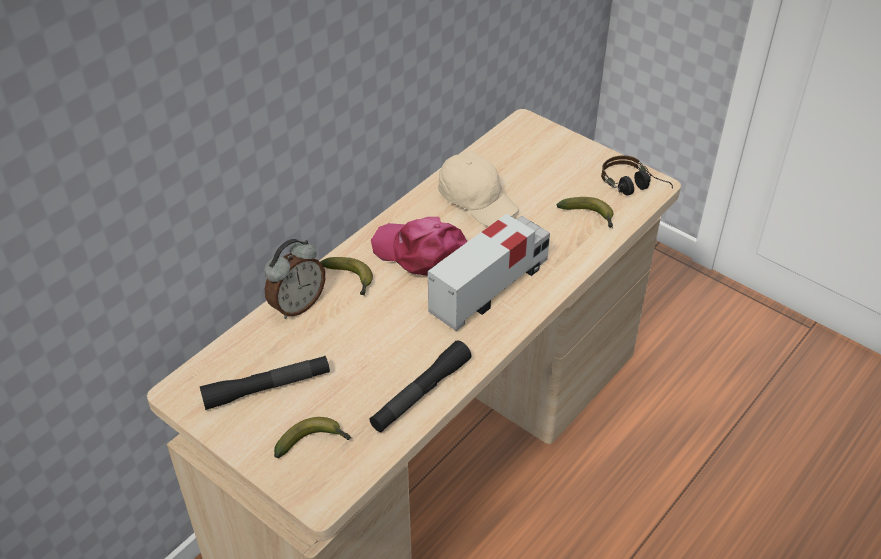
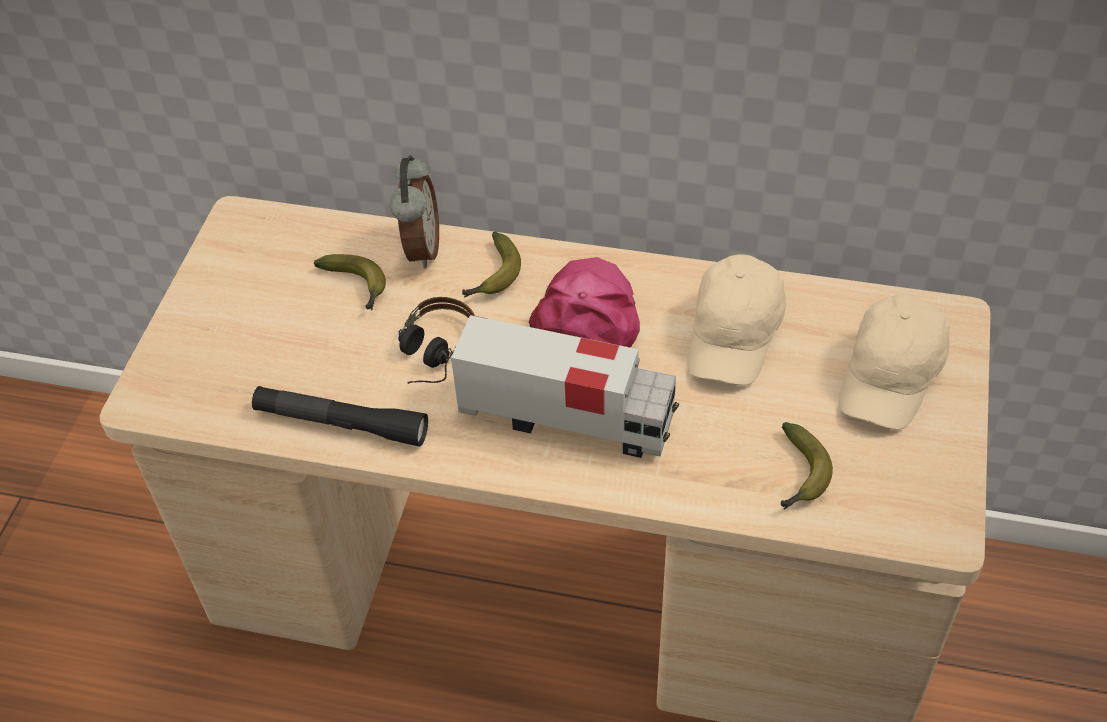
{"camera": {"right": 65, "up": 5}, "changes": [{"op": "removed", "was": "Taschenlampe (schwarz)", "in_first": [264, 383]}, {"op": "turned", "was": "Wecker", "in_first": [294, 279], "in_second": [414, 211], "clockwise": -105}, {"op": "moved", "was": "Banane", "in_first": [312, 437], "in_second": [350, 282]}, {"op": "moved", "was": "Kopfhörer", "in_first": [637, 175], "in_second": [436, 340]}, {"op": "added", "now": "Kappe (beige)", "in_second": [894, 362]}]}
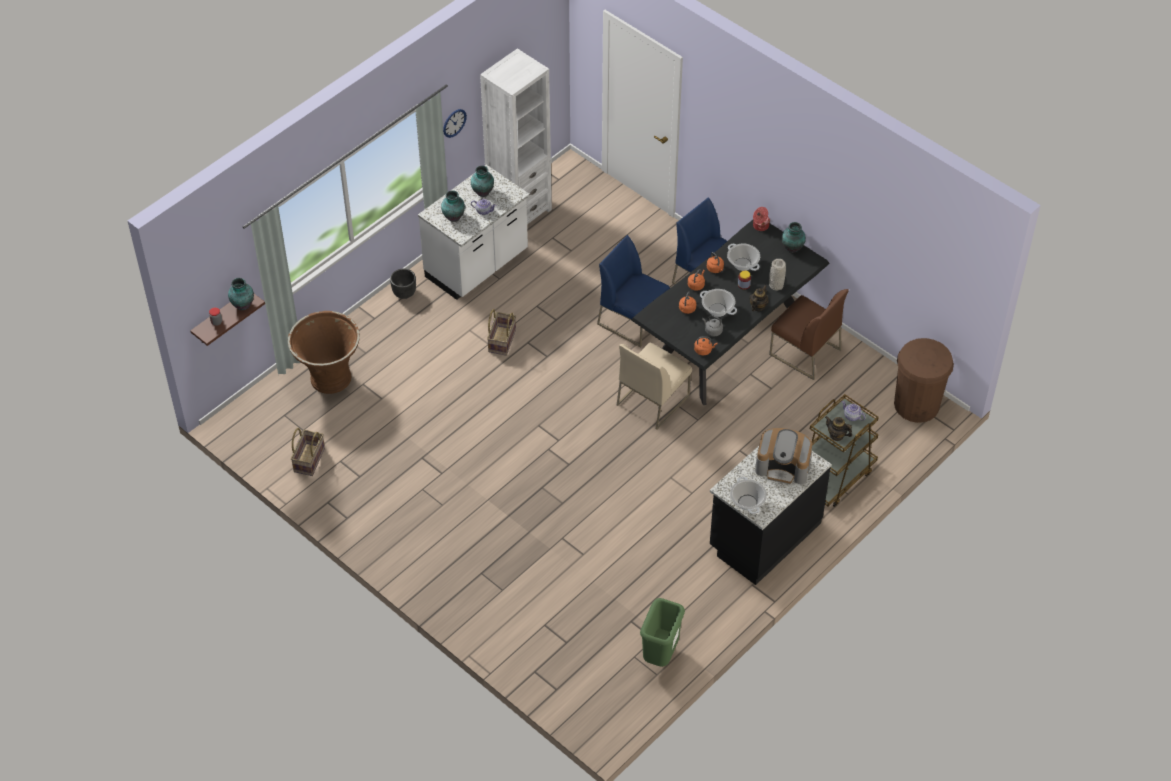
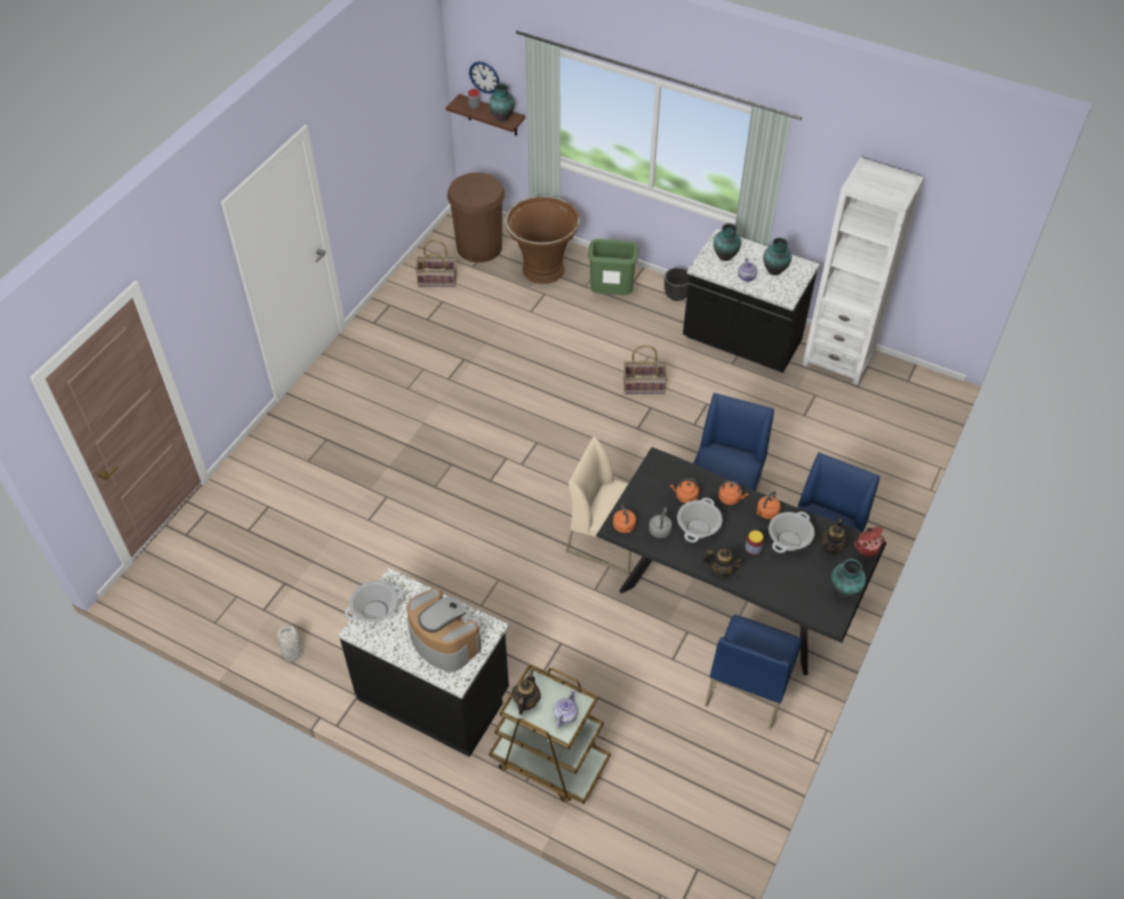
{"camera": {"right": 75, "up": 0}, "changes": [{"op": "recoloured", "was": "Küchenzeile (weiß)", "now": "Küchenzeile (schwarz)", "in_first": [474, 232], "in_second": [751, 301]}, {"op": "moved", "was": "Wanduhr", "in_first": [455, 123], "in_second": [484, 78]}, {"op": "moved", "was": "Mülleimer (grün)", "in_first": [662, 632], "in_second": [613, 267]}, {"op": "turned", "was": "Kaffeemaschine", "in_first": [783, 456], "in_second": [444, 630], "clockwise": 135}, {"op": "moved", "was": "Vase (grau)", "in_first": [777, 274], "in_second": [289, 643]}, {"op": "recoloured", "was": "Stuhl (braun)", "now": "Stuhl (blau)", "in_first": [809, 334], "in_second": [753, 672]}, {"op": "moved", "was": "Mülleimer (braun)", "in_first": [924, 380], "in_second": [476, 217]}, {"op": "added", "now": "Teekanne", "in_second": [834, 536]}]}
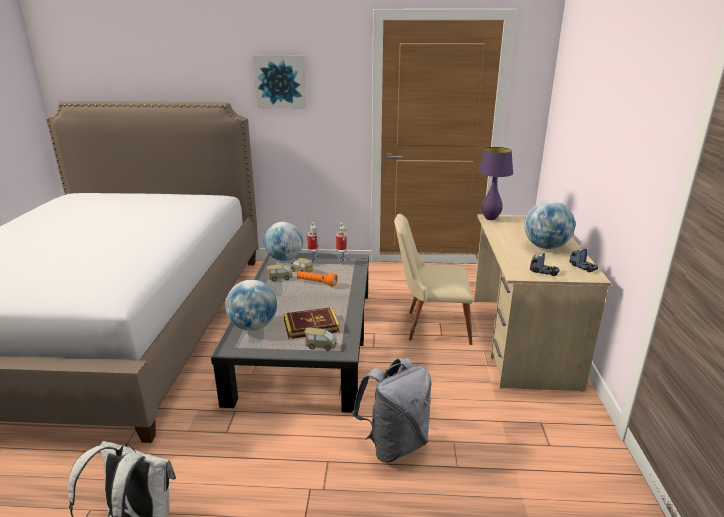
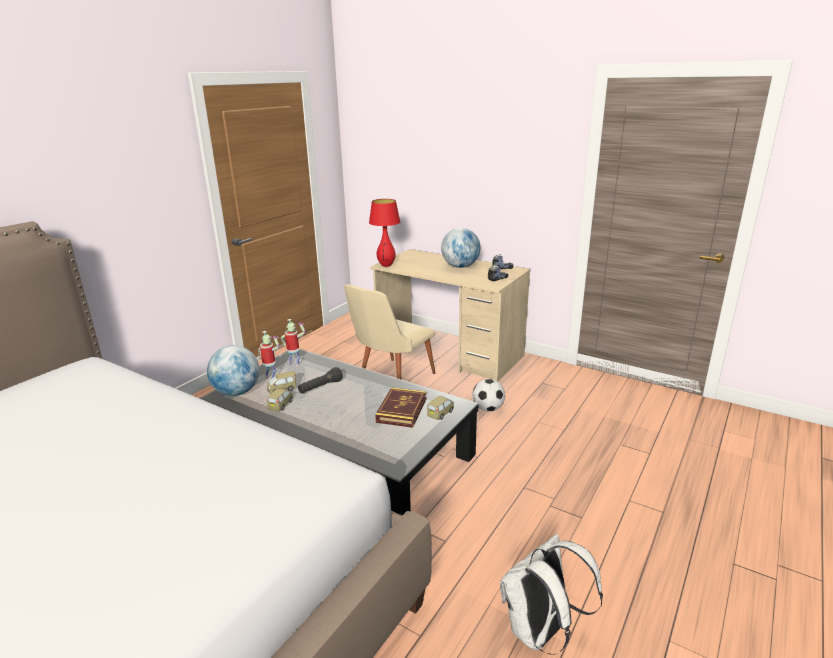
{"camera": {"right": -60, "up": 0}, "changes": [{"op": "removed", "was": "Globus", "in_first": [251, 305]}, {"op": "removed", "was": "Bild", "in_first": [280, 81]}, {"op": "recoloured", "was": "Taschenlampe (orange)", "now": "Taschenlampe (schwarz)", "in_first": [317, 279], "in_second": [320, 380]}, {"op": "removed", "was": "Rucksack (grau)", "in_first": [391, 410]}, {"op": "recoloured", "was": "Tischlampe (lila)", "now": "Tischlampe (rot)", "in_first": [495, 183], "in_second": [384, 233]}, {"op": "added", "now": "Fußball", "in_second": [489, 395]}]}
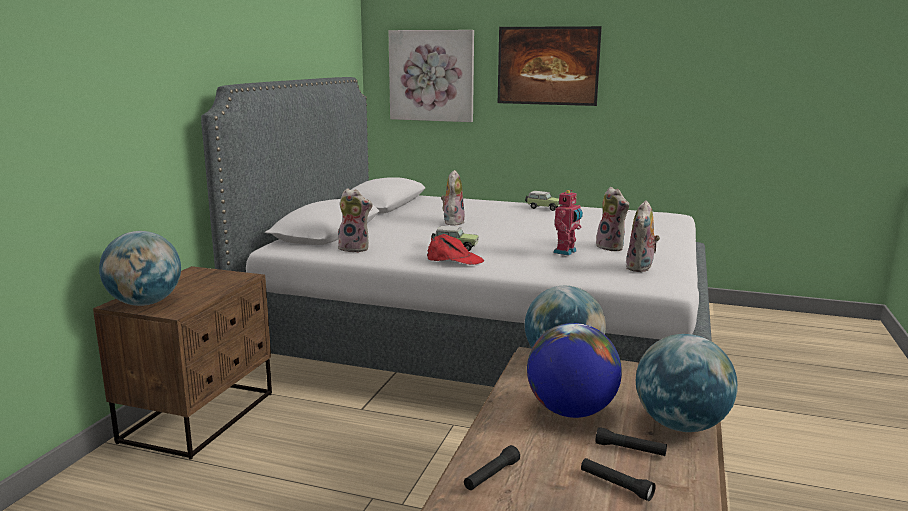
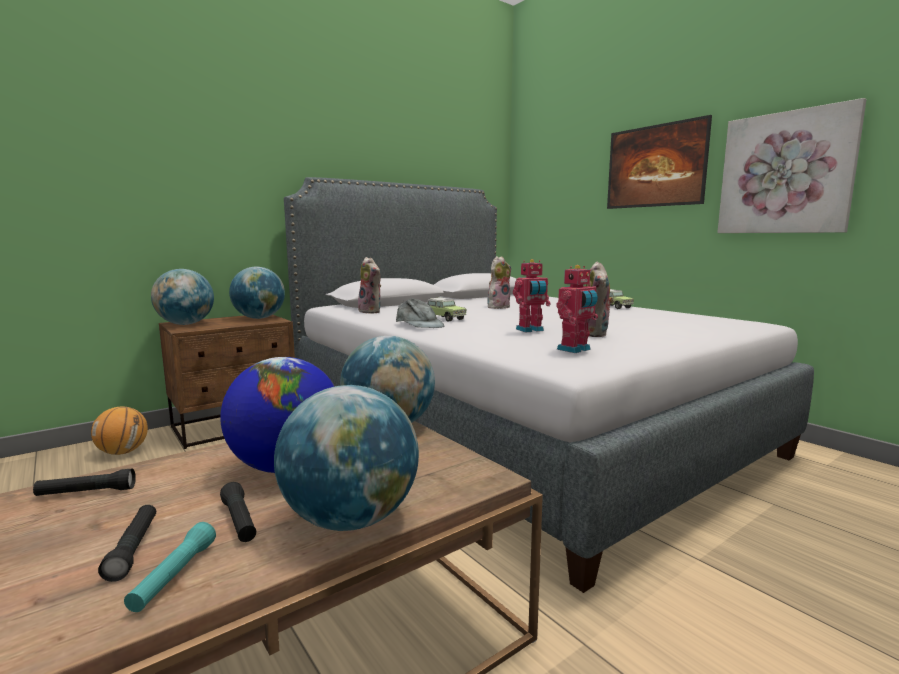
{"camera": {"right": 35, "up": -5}, "changes": [{"op": "moved", "was": "Bild", "in_first": [431, 76], "in_second": [792, 165]}, {"op": "recoloured", "was": "Kappe (rot)", "now": "Kappe (grau)", "in_first": [455, 249], "in_second": [420, 313]}, {"op": "replaced", "was": "Plüschtier", "now": "Spielzeugroboter", "in_first": [643, 236], "in_second": [577, 309]}, {"op": "added", "now": "Basketball", "in_second": [119, 430]}, {"op": "added", "now": "Taschenlampe (türkis)", "in_second": [170, 567]}, {"op": "added", "now": "Globus", "in_second": [257, 293]}]}
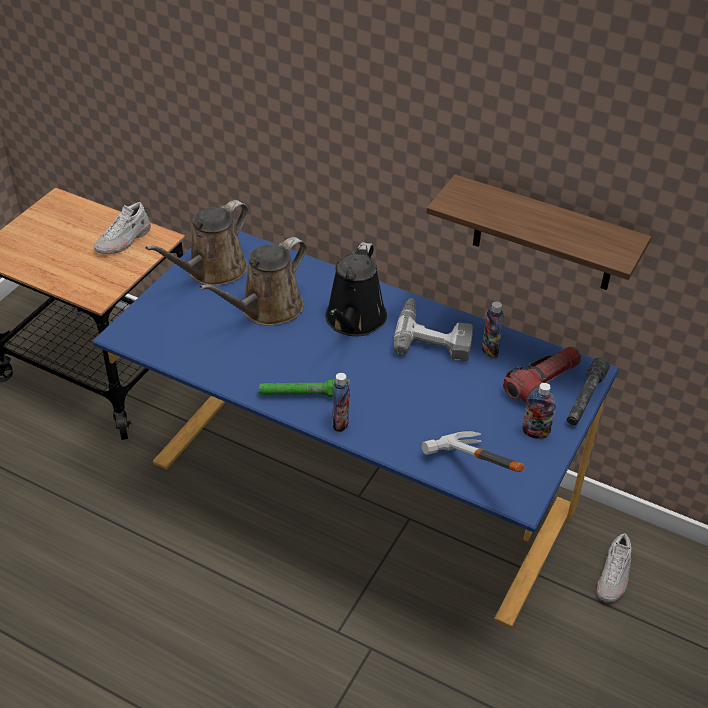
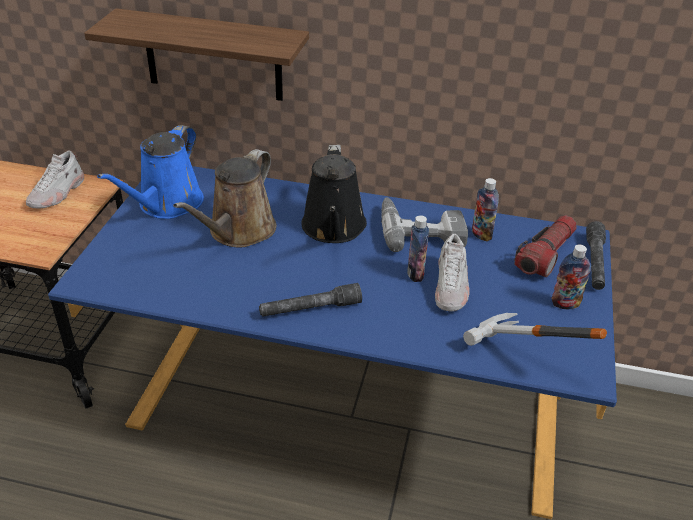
{"camera": {"right": -15, "up": -5}, "changes": [{"op": "recoloured", "was": "Gießkanne (braun)", "now": "Gießkanne (blau)", "in_first": [197, 243], "in_second": [150, 172]}, {"op": "recoloured", "was": "Taschenlampe (grün)", "now": "Taschenlampe (grau)", "in_first": [304, 388], "in_second": [310, 300]}, {"op": "moved", "was": "Flasche", "in_first": [340, 402], "in_second": [418, 248]}, {"op": "moved", "was": "Wandregal", "in_first": [538, 232], "in_second": [196, 54]}, {"op": "moved", "was": "Schuh (weiß)", "in_first": [614, 567], "in_second": [452, 272]}]}
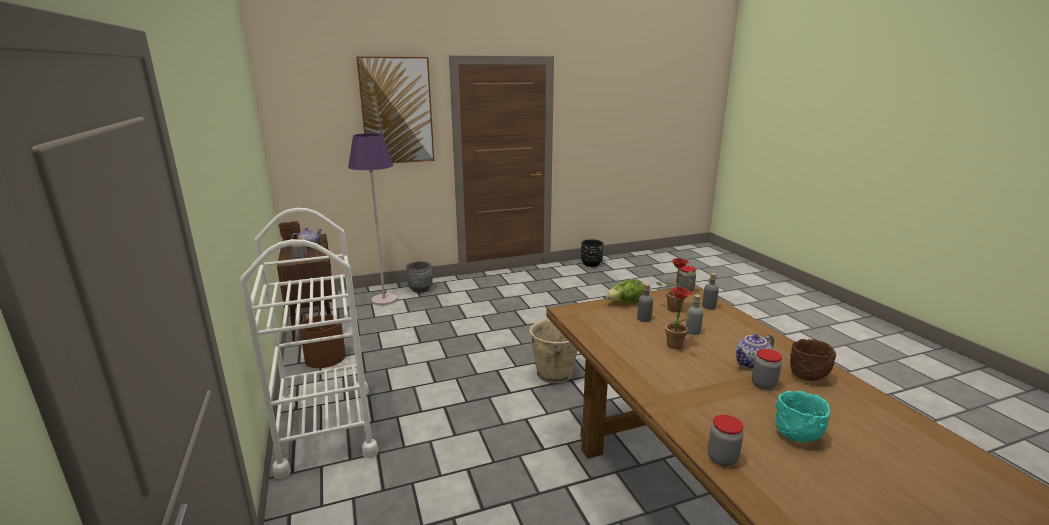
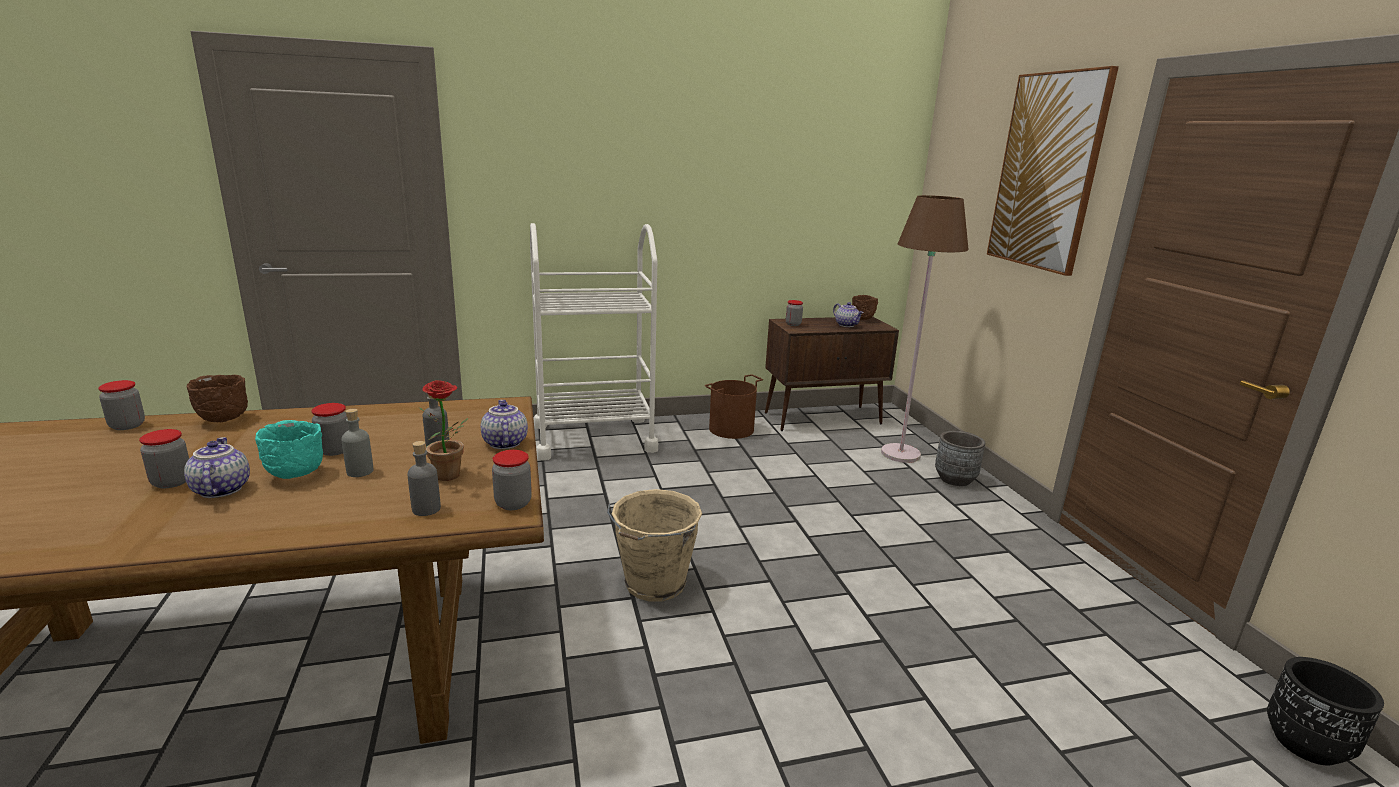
{"camera": {"right": 95, "up": 0}, "changes": [{"op": "recoloured", "was": "Stehlampe (lila)", "now": "Stehlampe (braun)", "in_first": [372, 219], "in_second": [925, 329]}, {"op": "replaced", "was": "Salatkopf", "now": "Teekanne", "in_first": [624, 291], "in_second": [504, 424]}, {"op": "replaced", "was": "Topfpflanze", "now": "Vorratsglas", "in_first": [678, 318], "in_second": [330, 429]}, {"op": "moved", "was": "Schüssel (türkis)", "in_first": [803, 416], "in_second": [289, 449]}, {"op": "moved", "was": "Schüssel (braun)", "in_first": [813, 360], "in_second": [217, 398]}]}
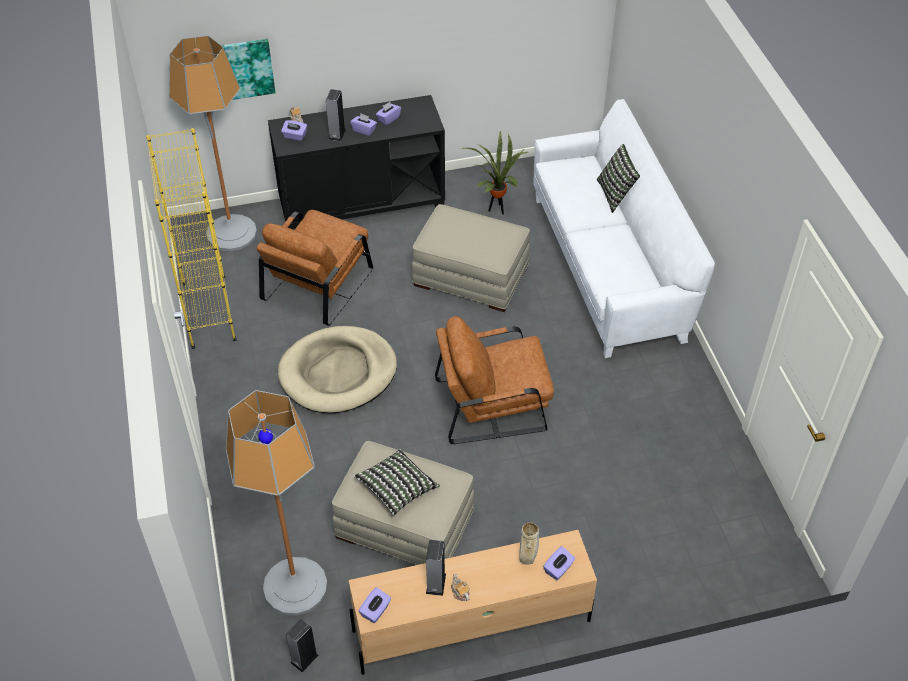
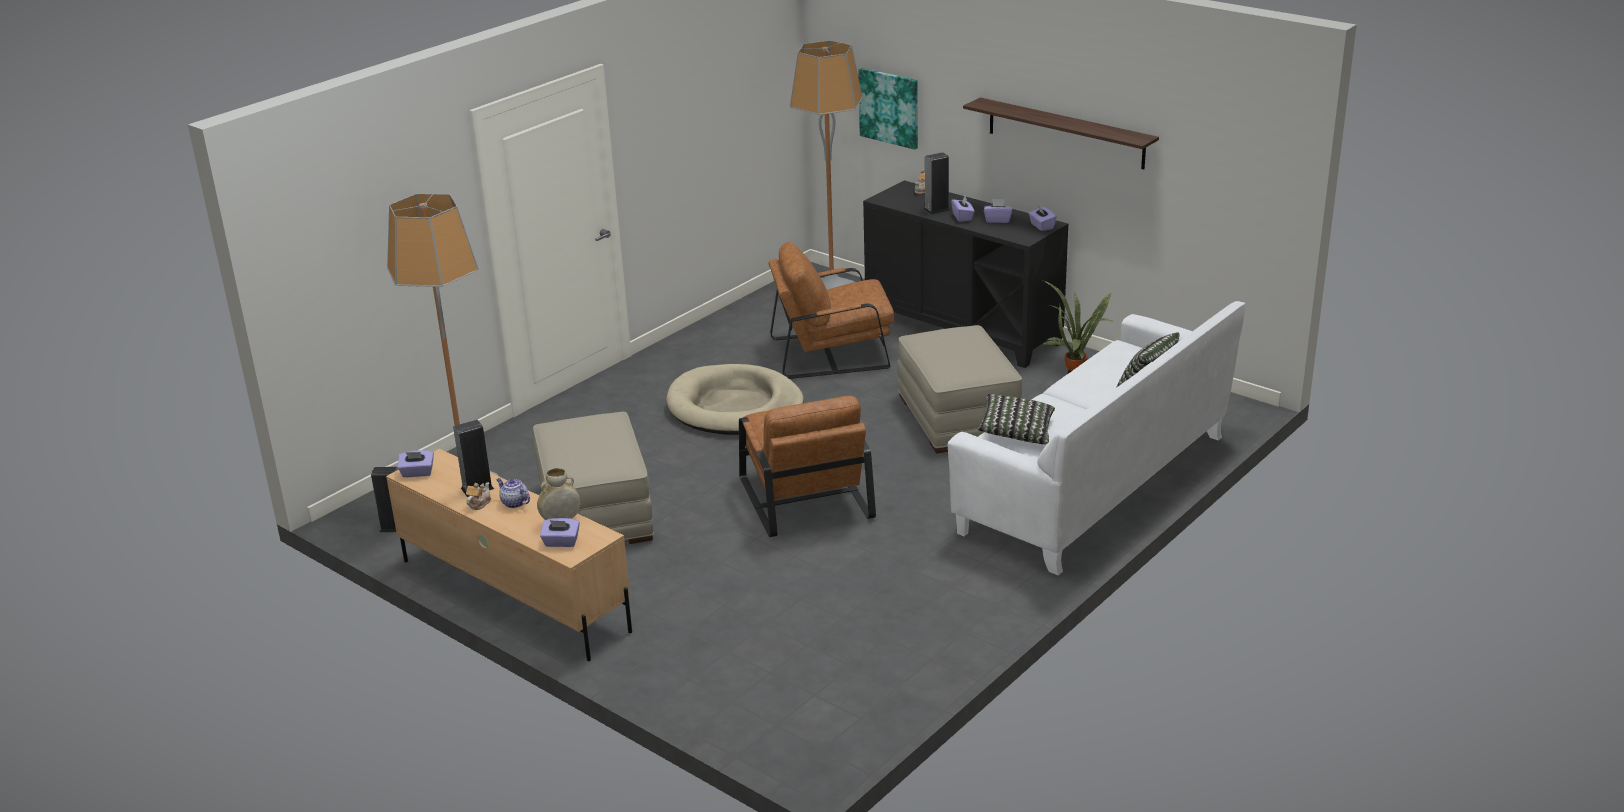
{"camera": {"right": 55, "up": -20}, "changes": [{"op": "removed", "was": "Bücherregal (gelb)", "in_first": [191, 238]}, {"op": "moved", "was": "Taschentuchbox (lila)", "in_first": [294, 130], "in_second": [1043, 218]}, {"op": "moved", "was": "Kissen", "in_first": [397, 482], "in_second": [1016, 419]}, {"op": "turned", "was": "Sessel (braun)", "in_first": [494, 380], "in_second": [807, 466], "clockwise": -150}, {"op": "added", "now": "Teekanne", "in_second": [513, 493]}, {"op": "added", "now": "Wandregal", "in_second": [1061, 133]}]}
